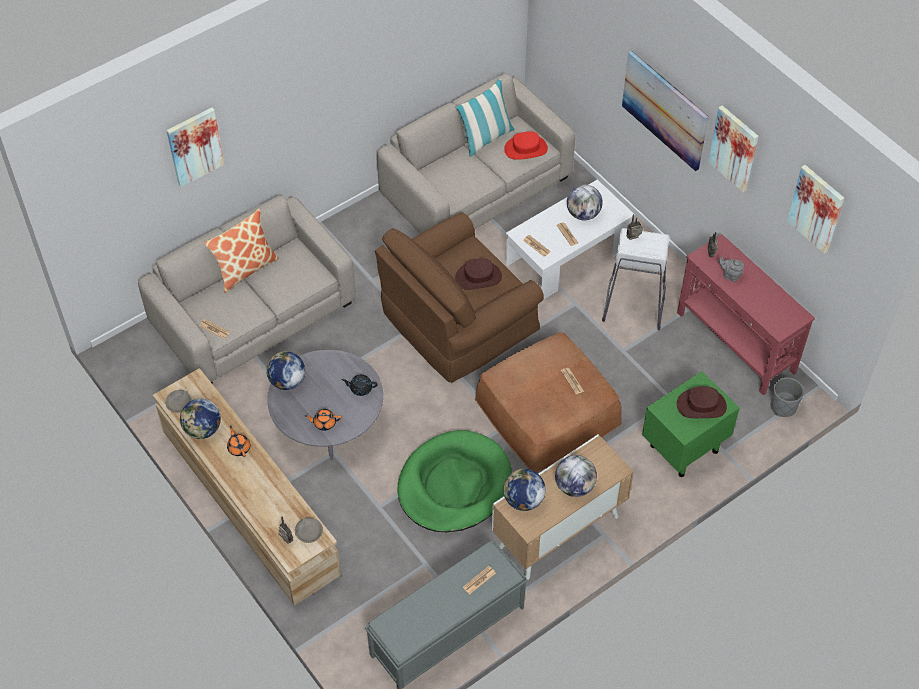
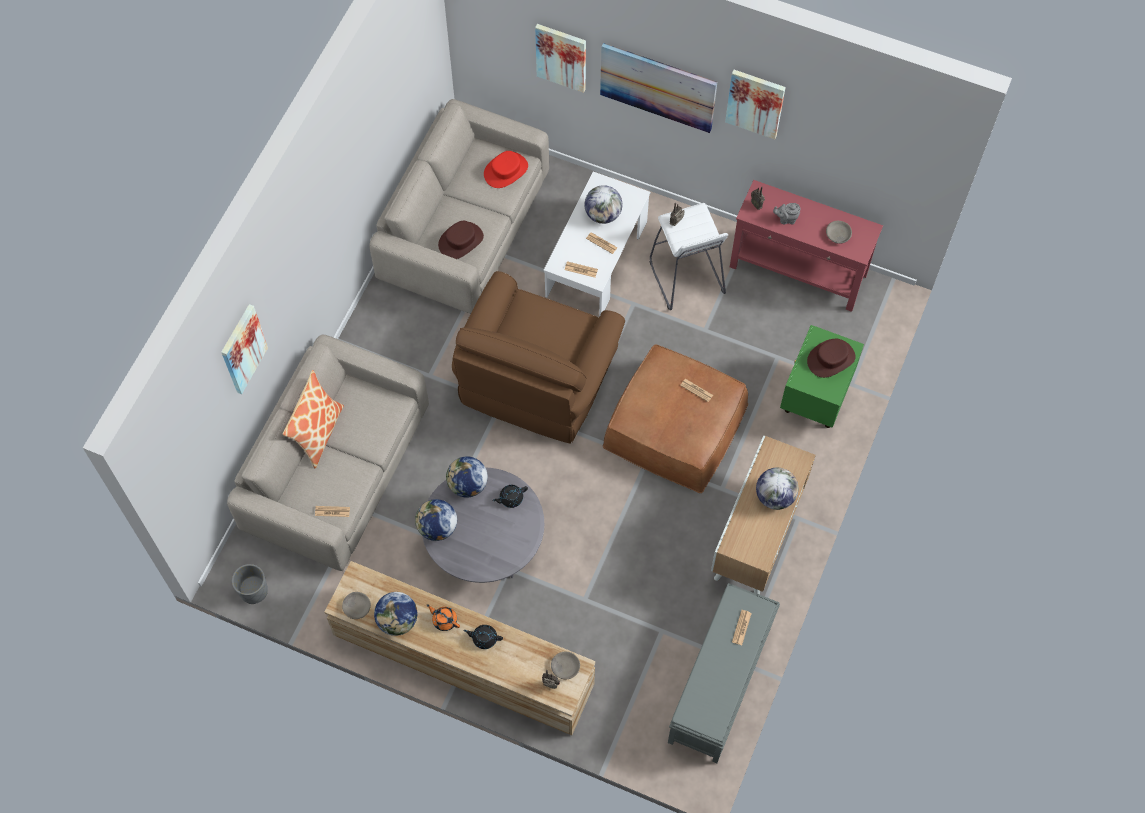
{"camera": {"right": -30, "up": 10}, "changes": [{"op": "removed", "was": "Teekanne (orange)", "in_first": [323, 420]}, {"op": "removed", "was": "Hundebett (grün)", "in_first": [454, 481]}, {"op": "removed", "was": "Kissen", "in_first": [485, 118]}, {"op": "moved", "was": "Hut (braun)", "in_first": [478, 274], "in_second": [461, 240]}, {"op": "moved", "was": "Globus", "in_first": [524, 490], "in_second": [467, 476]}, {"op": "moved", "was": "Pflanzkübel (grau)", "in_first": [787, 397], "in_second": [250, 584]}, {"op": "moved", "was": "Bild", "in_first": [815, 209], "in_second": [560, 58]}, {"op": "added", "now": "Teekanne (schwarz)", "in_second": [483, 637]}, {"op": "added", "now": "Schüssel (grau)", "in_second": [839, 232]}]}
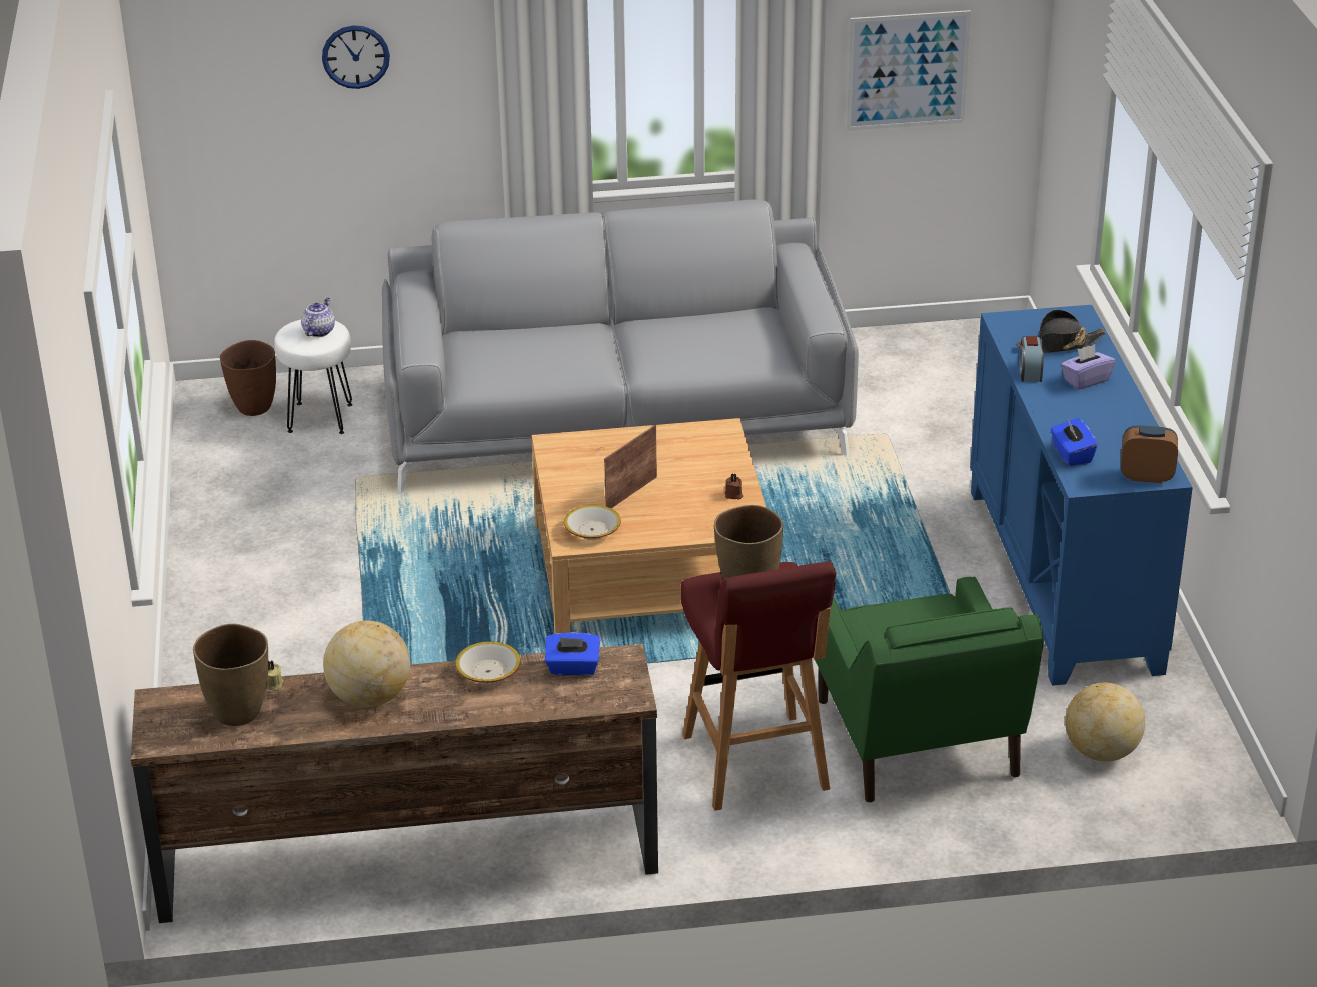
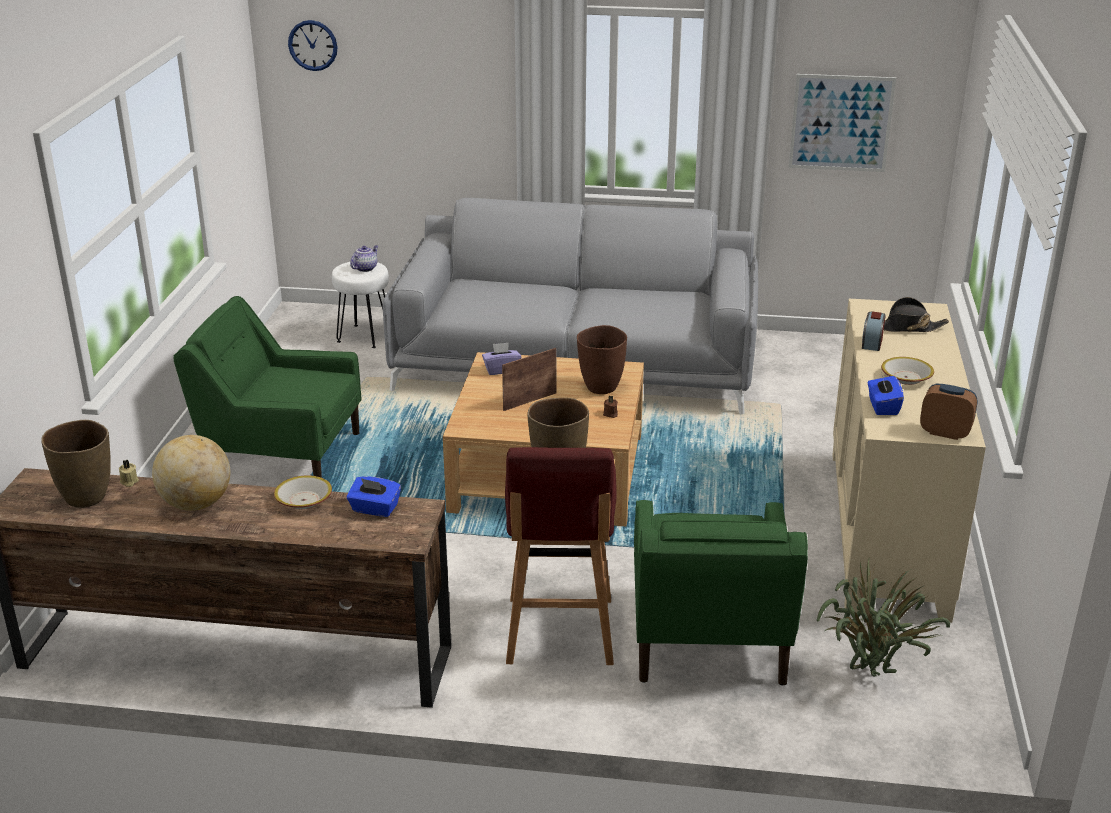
{"camera": {"right": 15, "up": -5}, "changes": [{"op": "moved", "was": "Vase (braun)", "in_first": [248, 378], "in_second": [602, 359]}, {"op": "moved", "was": "Wanduhr", "in_first": [356, 57], "in_second": [313, 45]}, {"op": "moved", "was": "Schüssel", "in_first": [592, 522], "in_second": [907, 371]}, {"op": "recoloured", "was": "Schrank (blau)", "now": "Schrank (beige)", "in_first": [1081, 495], "in_second": [909, 461]}, {"op": "moved", "was": "Taschentuchbox (lila)", "in_first": [1088, 367], "in_second": [502, 358]}, {"op": "replaced", "was": "Globus", "now": "Topfpflanze", "in_first": [1105, 722], "in_second": [883, 618]}, {"op": "added", "now": "Sessel (grün)", "in_second": [267, 387]}]}
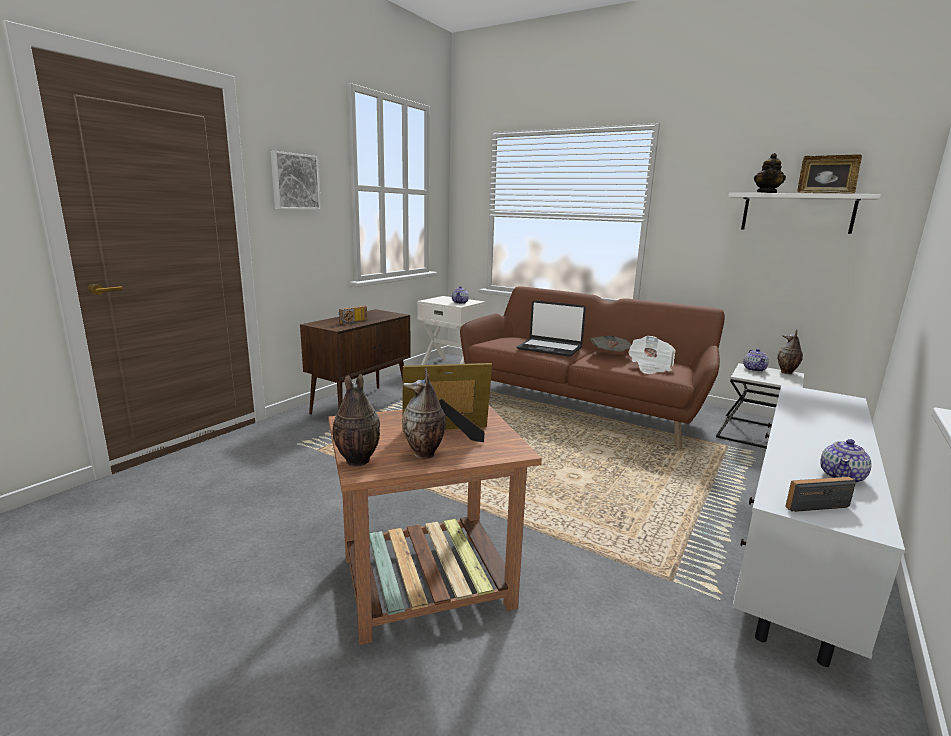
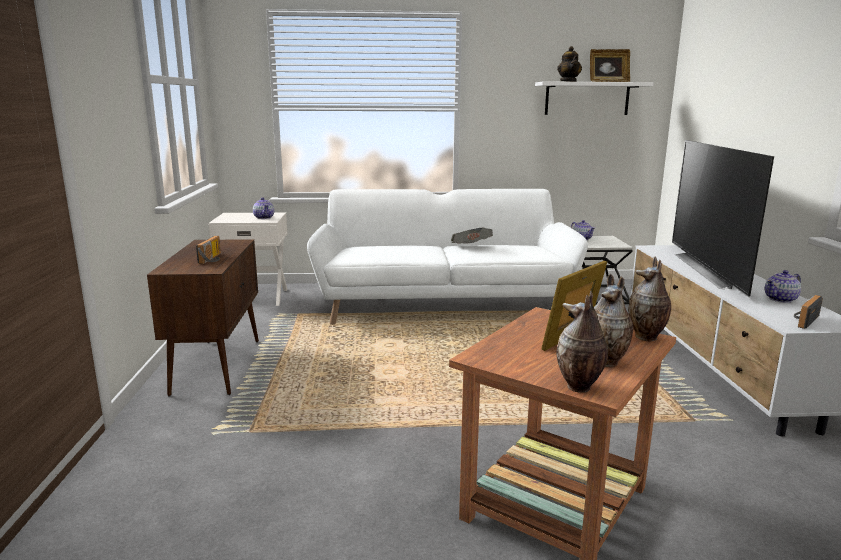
{"camera": {"right": -35, "up": 0}, "changes": [{"op": "removed", "was": "Bild", "in_first": [296, 180]}, {"op": "recoloured", "was": "Sofa (braun)", "now": "Sofa (weiß)", "in_first": [592, 367], "in_second": [447, 257]}, {"op": "removed", "was": "Laptop", "in_first": [551, 328]}, {"op": "removed", "was": "Zeitung", "in_first": [652, 355]}, {"op": "moved", "was": "Vase", "in_first": [790, 351], "in_second": [649, 299]}, {"op": "turned", "was": "Teekanne", "in_first": [845, 461], "in_second": [783, 286], "clockwise": 60}, {"op": "added", "now": "Fernseher", "in_second": [723, 218]}]}
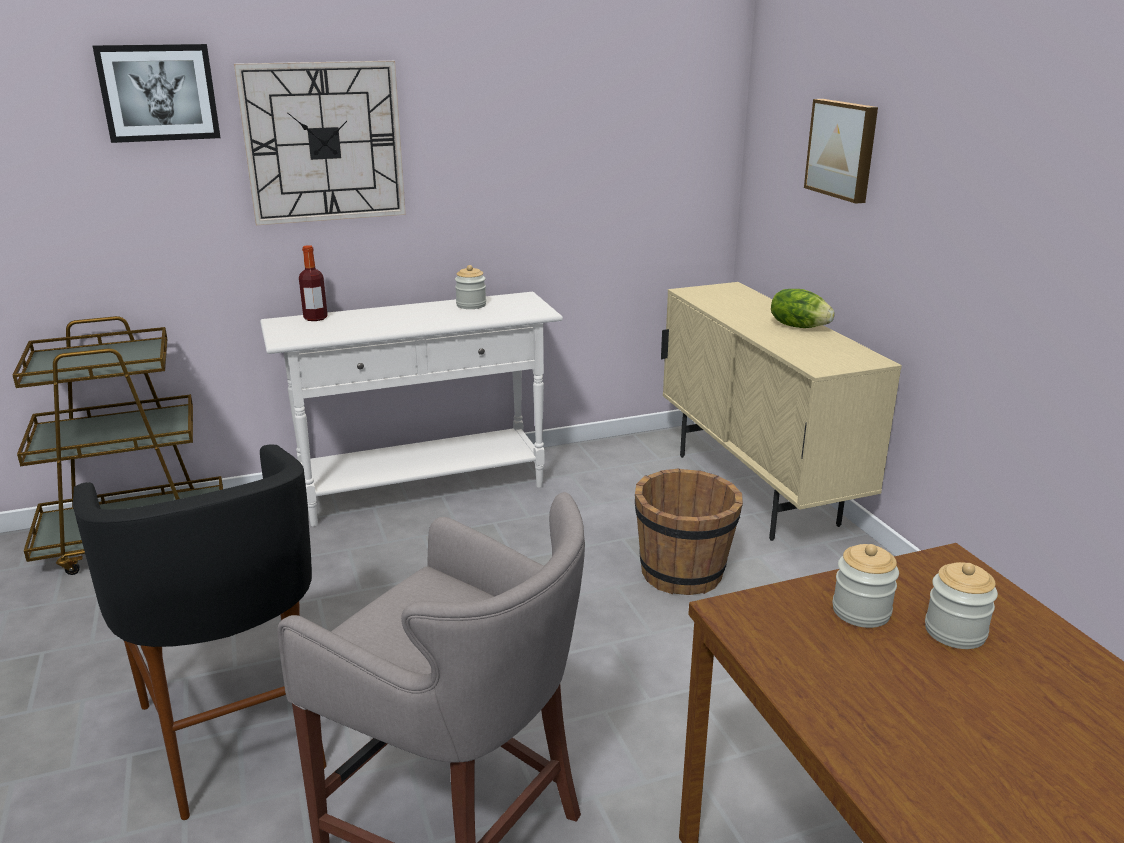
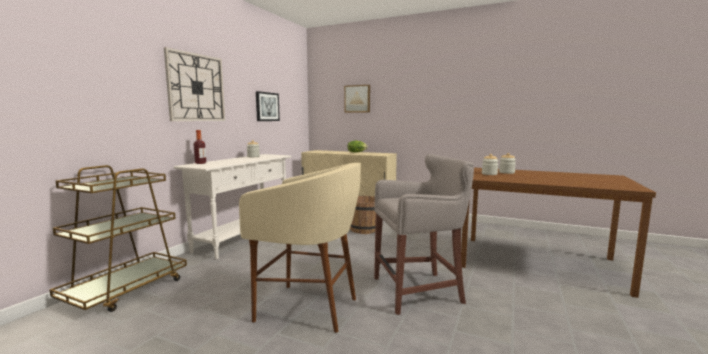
{"camera": {"right": -45, "up": -15}, "changes": [{"op": "recoloured", "was": "Hocker (schwarz)", "now": "Hocker (beige)", "in_first": [199, 632], "in_second": [300, 248]}, {"op": "moved", "was": "Bild", "in_first": [156, 93], "in_second": [268, 106]}]}
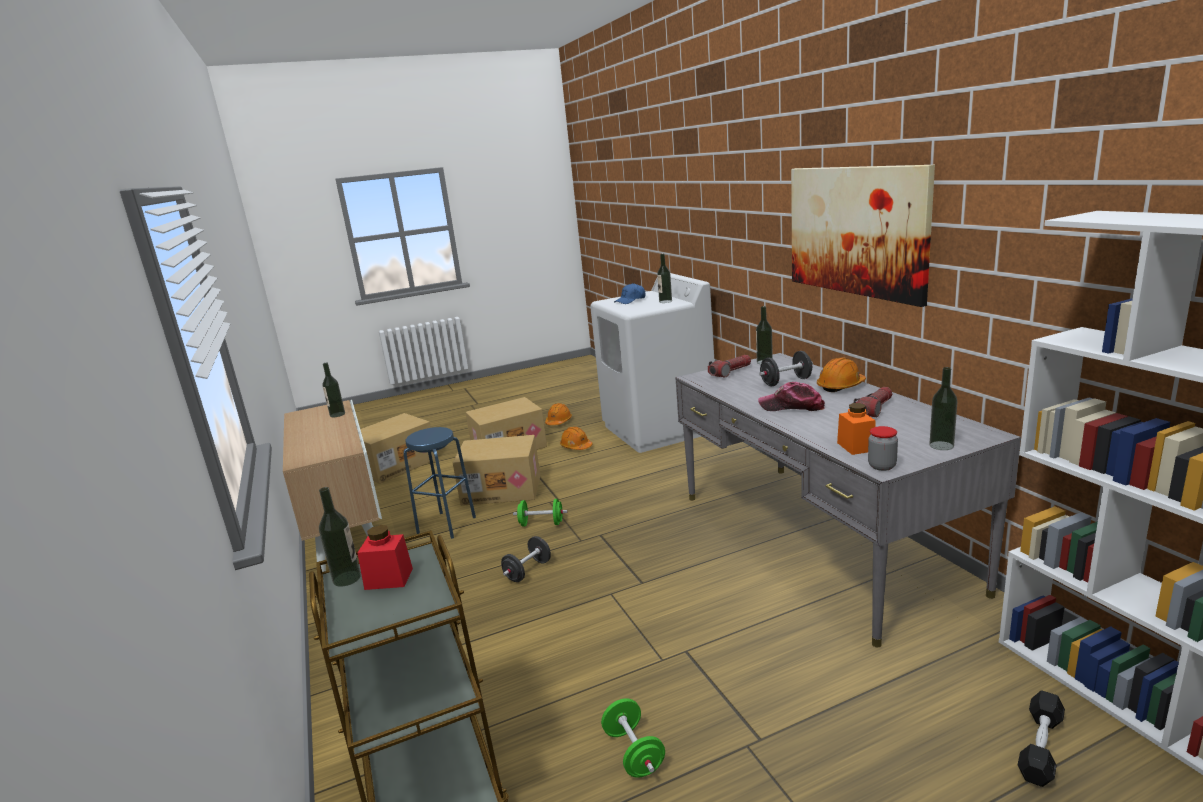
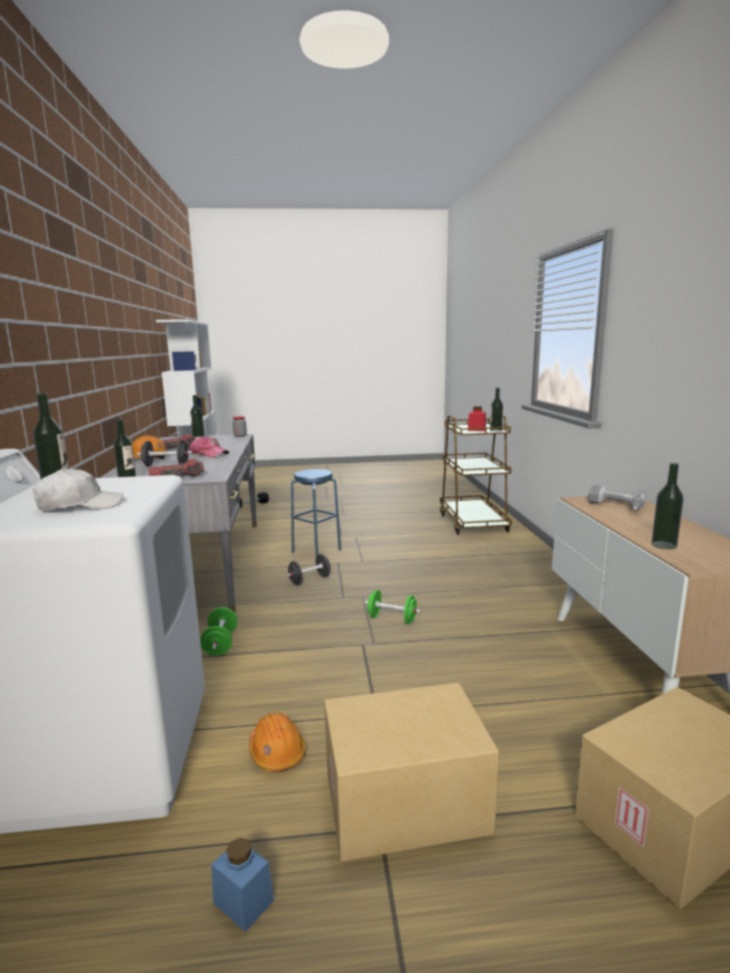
{"camera": {"right": -165, "up": -5}, "changes": [{"op": "moved", "was": "Hocker (blau)", "in_first": [439, 483], "in_second": [316, 513]}, {"op": "removed", "was": "Karton", "in_first": [496, 470]}, {"op": "moved", "was": "Hantel (schwarz)", "in_first": [526, 559], "in_second": [308, 569]}, {"op": "replaced", "was": "Schutzhelm (orange)", "now": "Vorratsglas (blau)", "in_first": [558, 414], "in_second": [242, 885]}, {"op": "moved", "was": "Hantel (grün)", "in_first": [633, 738], "in_second": [219, 631]}, {"op": "recoloured", "was": "Kappe (blau)", "now": "Kappe (weiß)", "in_first": [630, 293], "in_second": [78, 489]}, {"op": "removed", "was": "Bild", "in_first": [863, 236]}, {"op": "removed", "was": "Vorratsglas (orange)", "in_first": [856, 429]}, {"op": "added", "now": "Bohrmaschine", "in_second": [617, 498]}]}
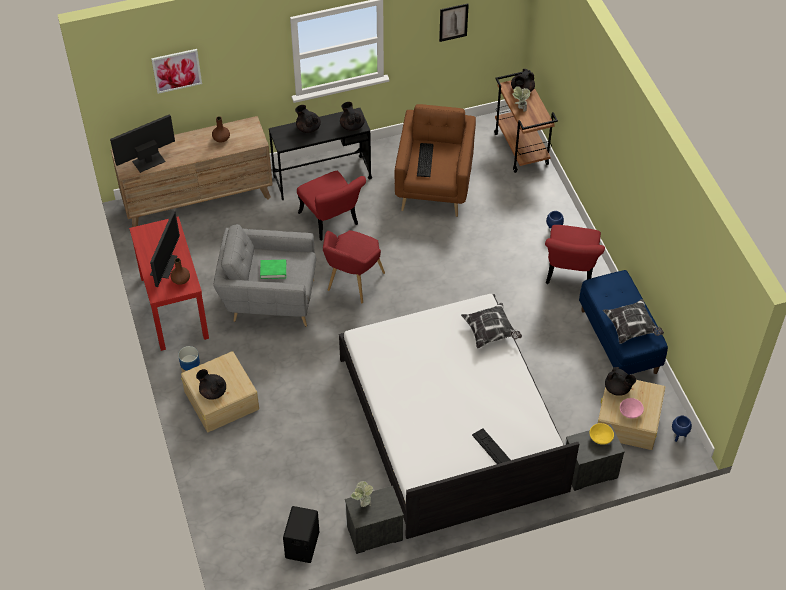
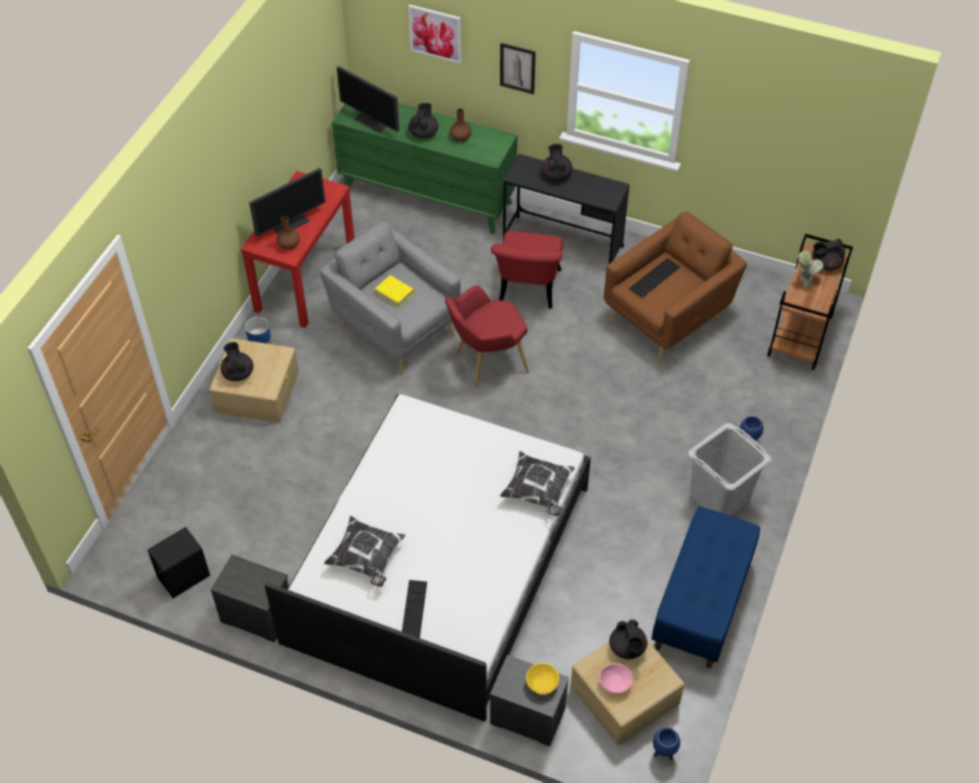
{"camera": {"right": 40, "up": 0}, "changes": [{"op": "turned", "was": "Monitor", "in_first": [142, 143], "in_second": [368, 99], "clockwise": -150}, {"op": "recoloured", "was": "Kommode (braun)", "now": "Kommode (grün)", "in_first": [192, 171], "in_second": [424, 168]}, {"op": "recoloured", "was": "Buch (grün)", "now": "Buch (gelb)", "in_first": [273, 269], "in_second": [394, 291]}, {"op": "moved", "was": "Teekanne (schwarz)", "in_first": [352, 116], "in_second": [423, 120]}, {"op": "removed", "was": "Topfpflanze", "in_first": [362, 494]}, {"op": "moved", "was": "Bild", "in_first": [454, 22], "in_second": [518, 68]}, {"op": "replaced", "was": "Stuhl (rot)", "now": "Wäschekorb (grau)", "in_first": [575, 254], "in_second": [729, 469]}, {"op": "moved", "was": "Kissen", "in_first": [633, 321], "in_second": [364, 551]}]}
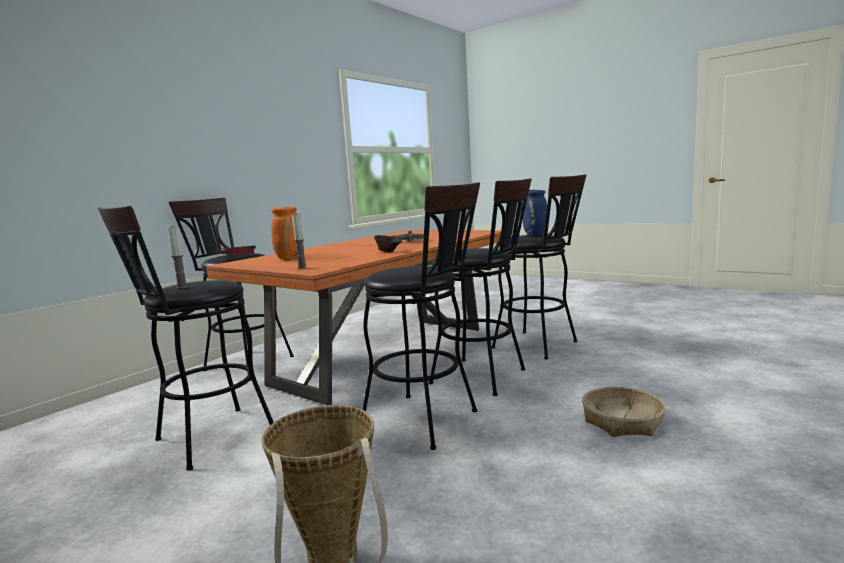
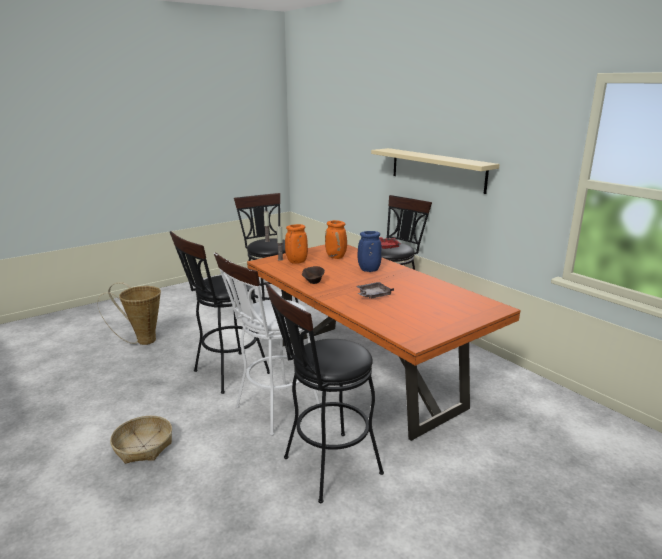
{"camera": {"right": 105, "up": 10}, "changes": [{"op": "recoloured", "was": "Hocker (schwarz)", "now": "Hocker (weiß)", "in_first": [480, 287], "in_second": [268, 344]}, {"op": "moved", "was": "Vase (blau)", "in_first": [535, 213], "in_second": [370, 251]}, {"op": "added", "now": "Vase (orange)", "in_second": [296, 244]}, {"op": "added", "now": "Wandregal (beige)", "in_second": [435, 171]}]}
